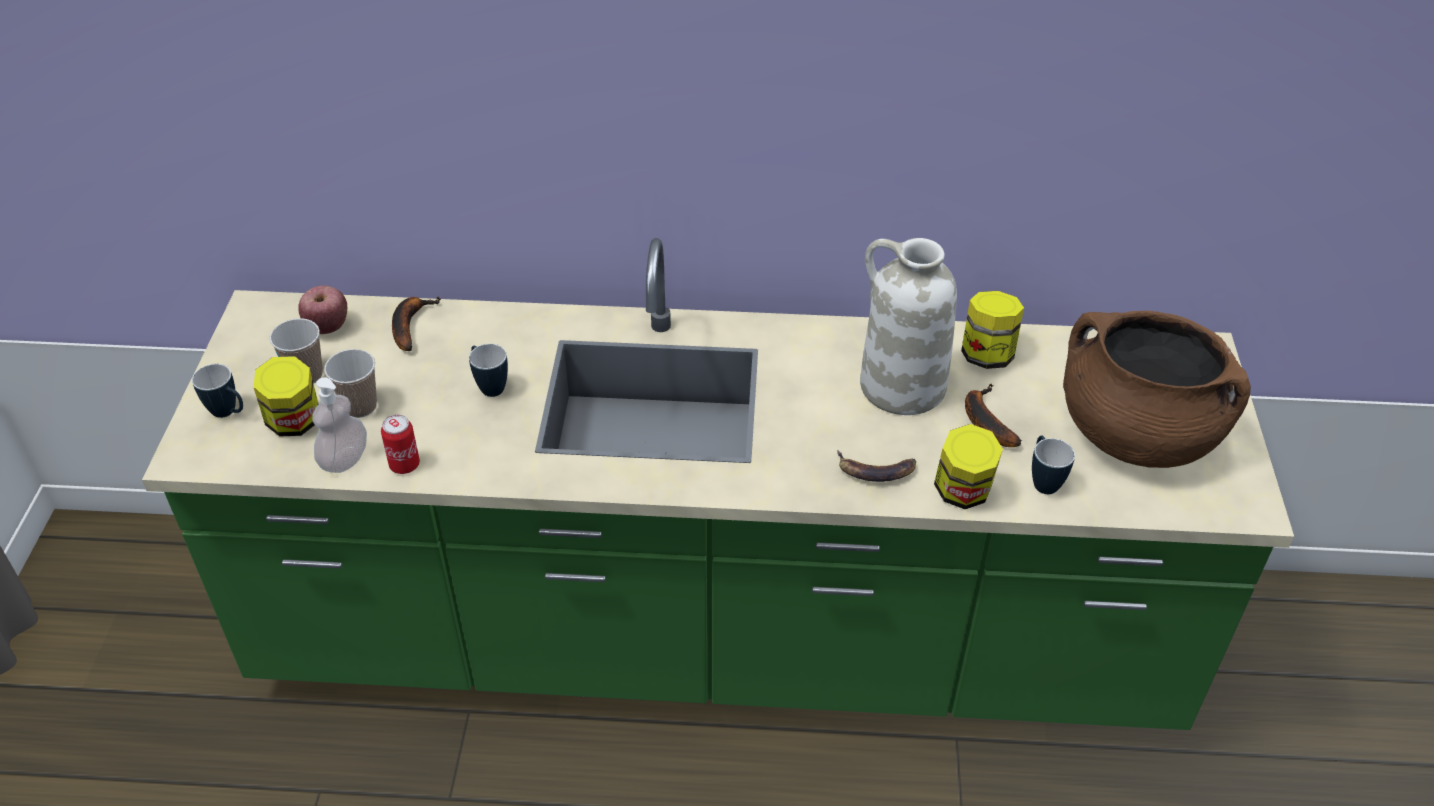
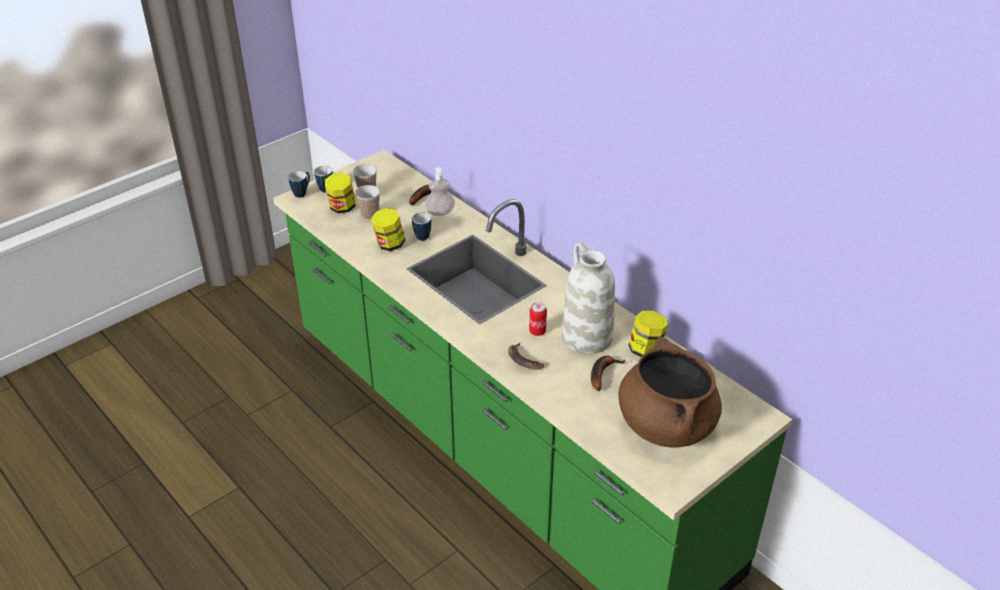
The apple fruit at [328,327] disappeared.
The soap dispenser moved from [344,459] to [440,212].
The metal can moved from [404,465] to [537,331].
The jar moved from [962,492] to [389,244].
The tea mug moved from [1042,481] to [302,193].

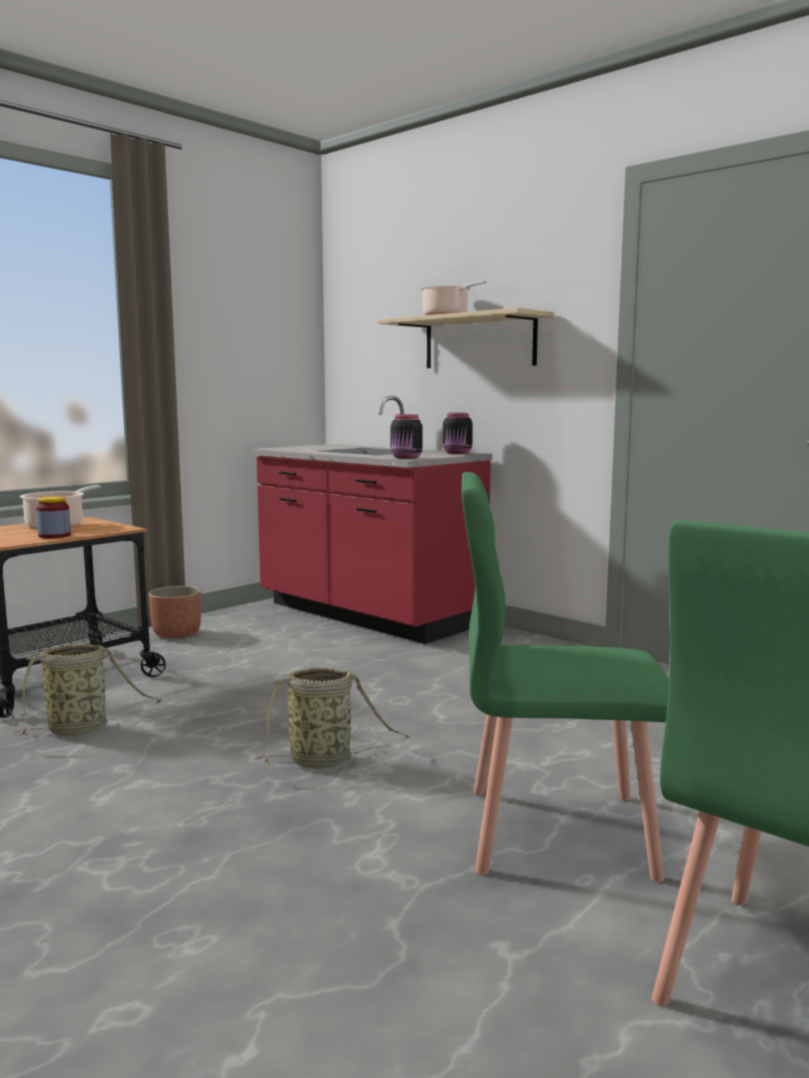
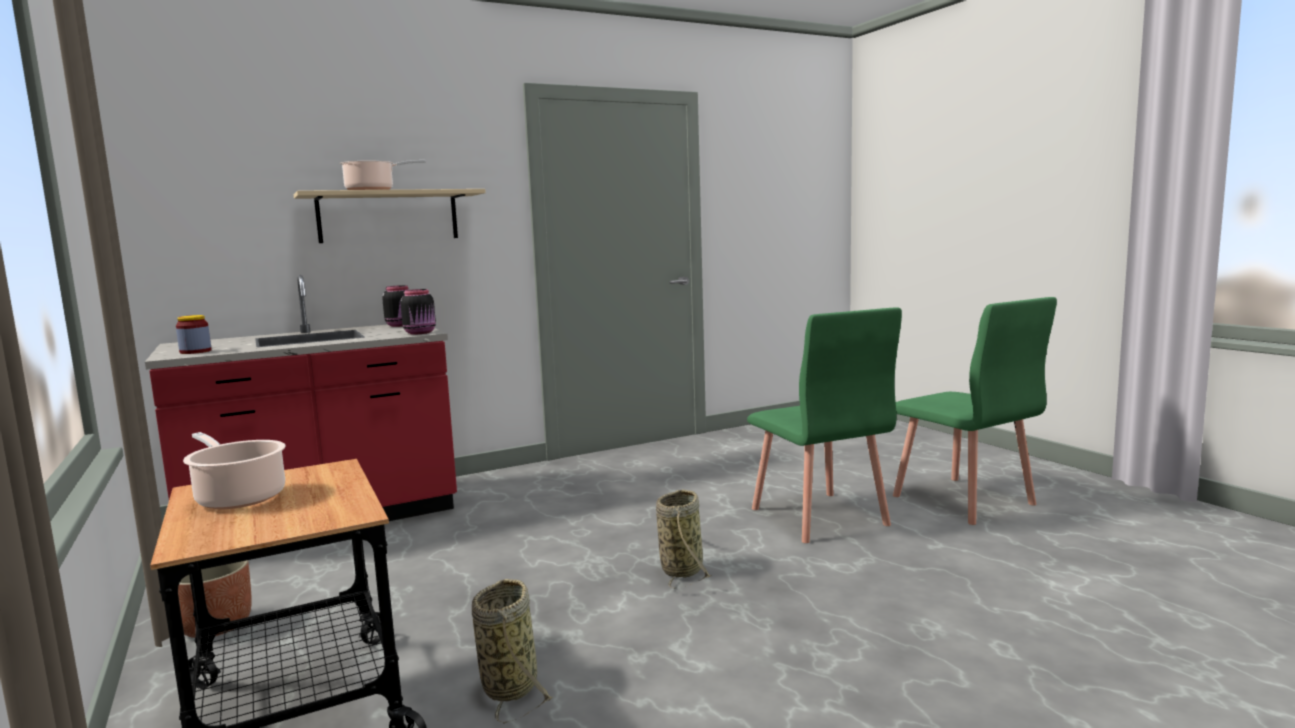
The jar moved from [54,536] to [195,351].
The plain chair (green) at [556,830] turned 45 degrees counterclockwise.

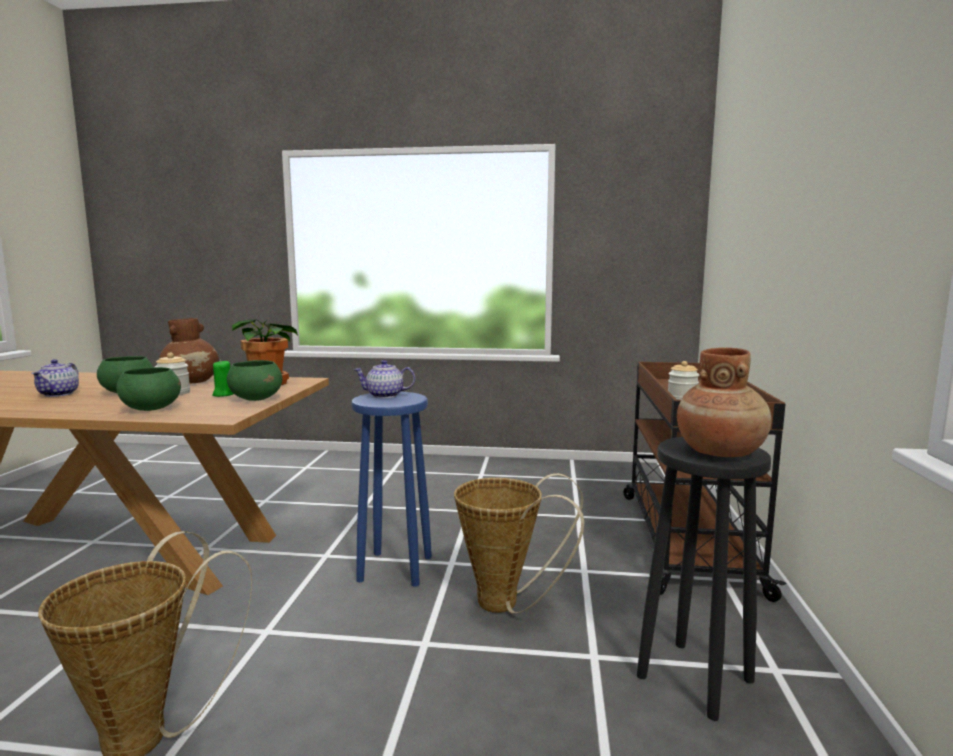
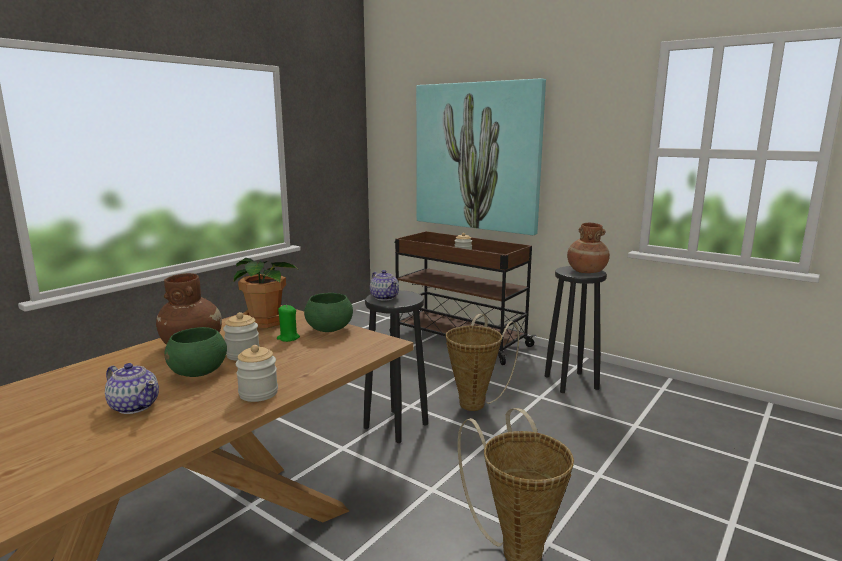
The serving bowl (green) at [151,409] disappeared.
The jar at [258,393] appeared.
The wall picture at [477,156] appeared.
The stool seat (blue) at [395,569] became the stool seat (black-coloured) at [396,426].
The tea pot at [385,395] turned 60 degrees counterclockwise.

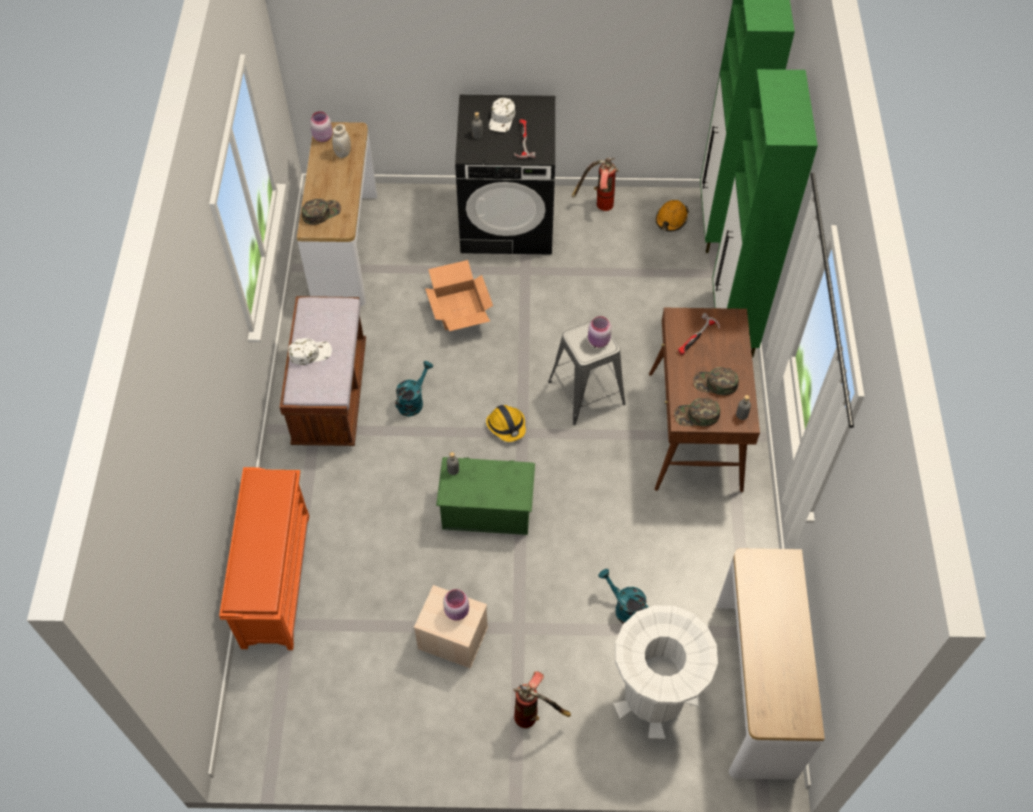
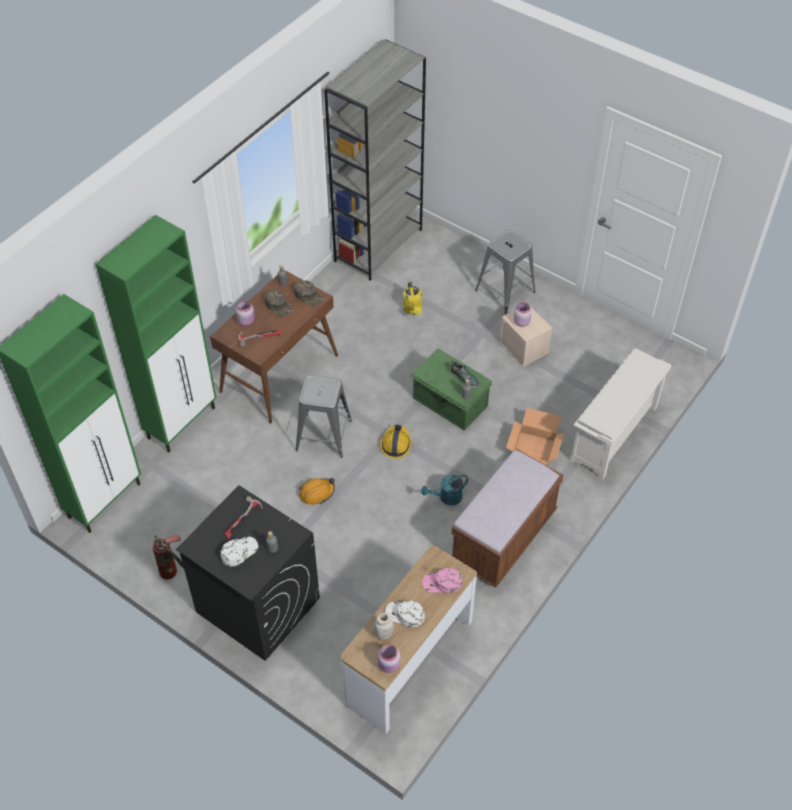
The trash can (white) at [654,696] disappeared.
The low shoe at [464,378] appeared.
The cap (white) moved from [310,353] to [404,615].
The packing box moved from [460,309] to [533,449].
The jar (pinkish) moved from [598,341] to [246,321].
The hard hat (orange-coloured) moved from [671,219] to [317,493].
The fire-fighting cylinder at [535,715] was replaced by the stool seat (greyish) at [505,291].
The console table at [755,687] was replaced by the shelving unit (greyish) at [378,245].
The shoe stand (orange-coloured) at [275,578] became the shoe stand (white) at [614,435].
The cap (green) at [321,212] became the cap (pinkish) at [442,583].
The sprinkling can (blue-green) at [624,608] became the sprinkling can (yellow) at [413,310].

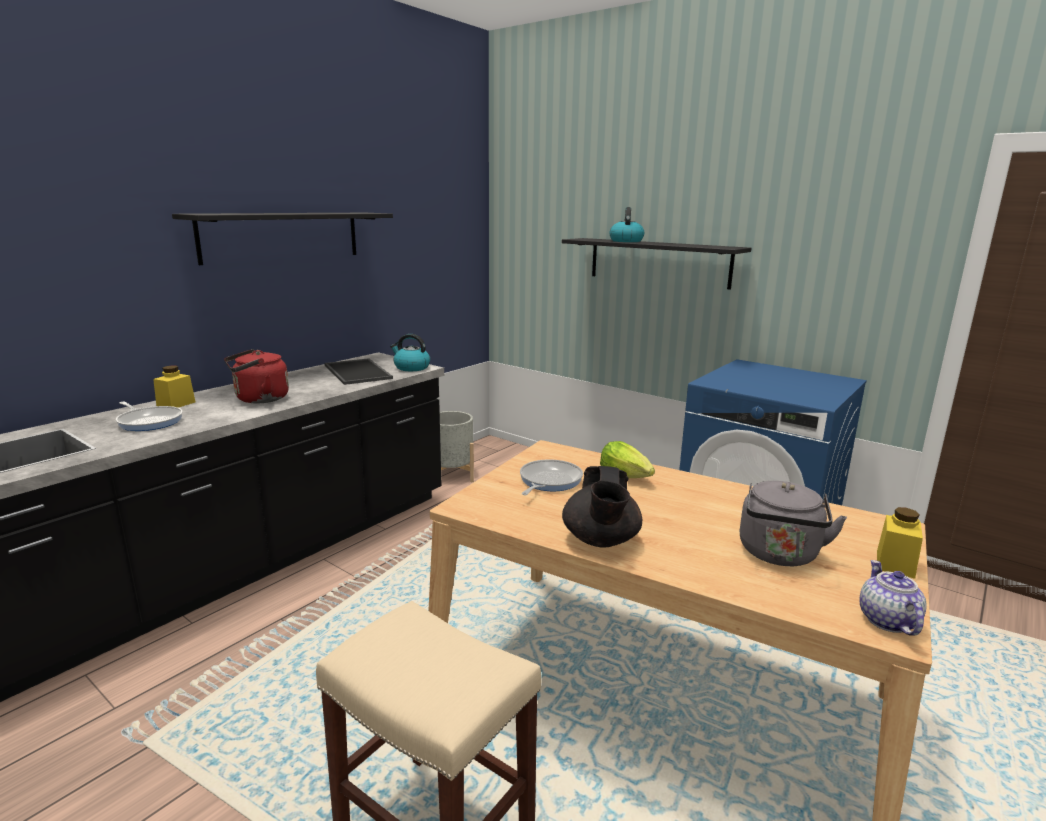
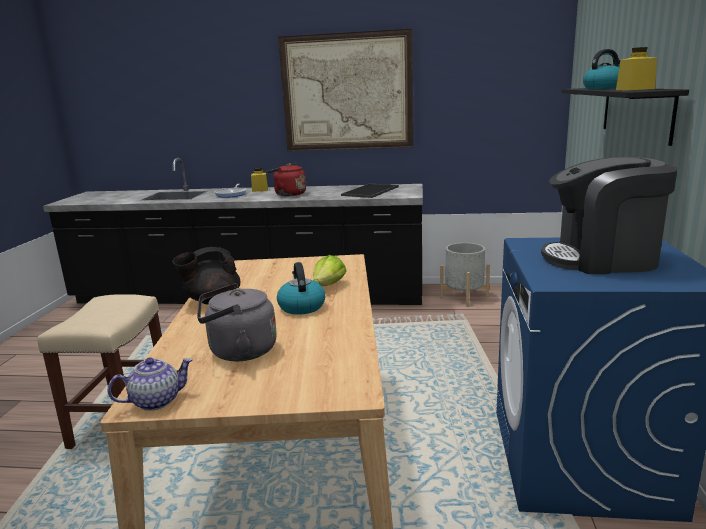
The frying pan at [548,481] disappeared.
The coffee maker at [602,259] appeared.
The tea kettle moved from [411,367] to [301,306].
The jar (yellow) moved from [895,564] to [635,89].
The wall shelf (black-coloured) at [282,236] was replaced by the wall picture at [347,92].

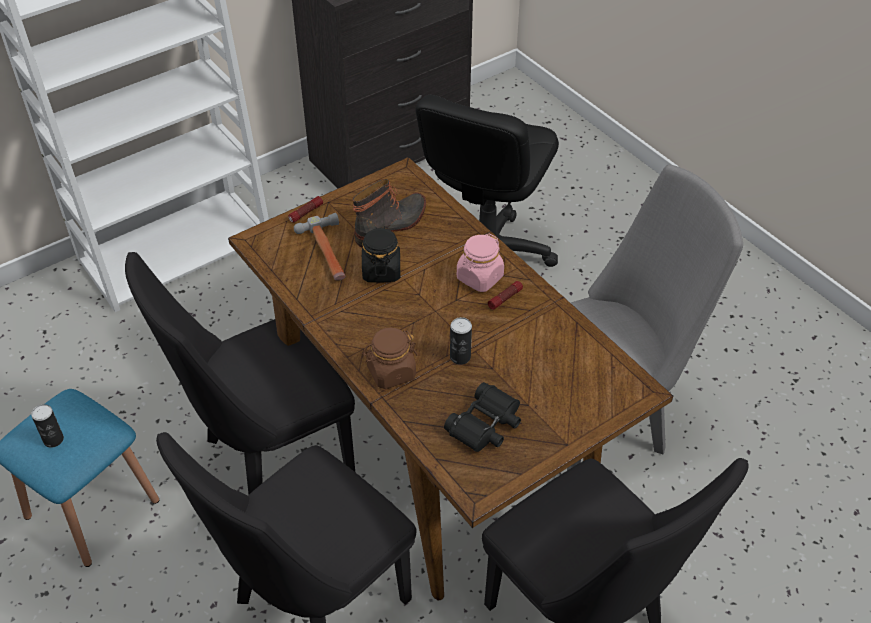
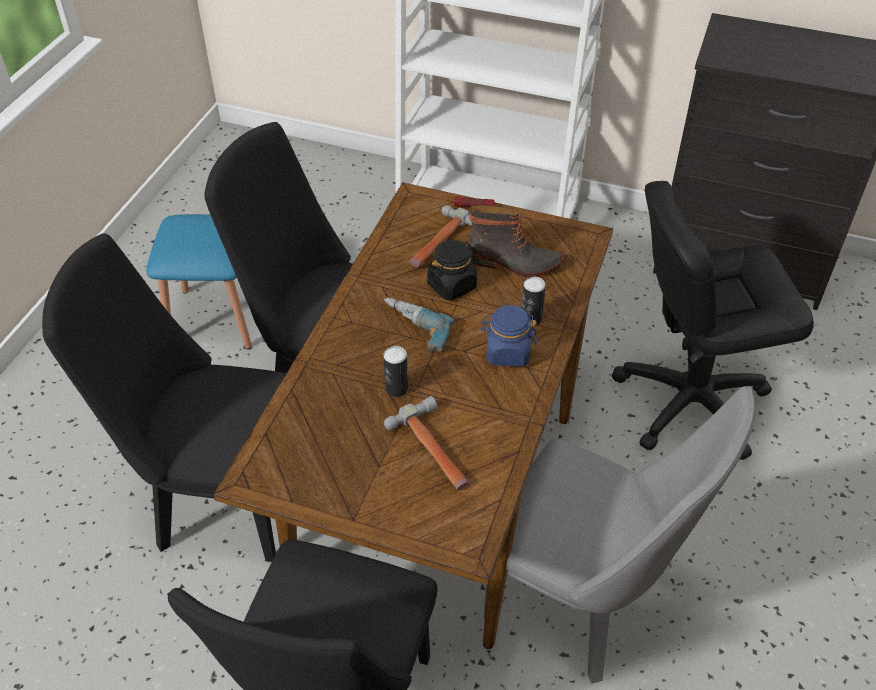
The jar (brownish) at [391,372] disappeared.
The binoculars (black-coloured) at [485,425] disappeared.
The flashlight at [505,298] disappeared.
The electric drill at [412,331] appeared.
The hammer at [434,451] appeared.
The metal can moved from [53,439] to [531,319].
The jar (pinkish) at [479,278] became the jar (blue) at [507,352].

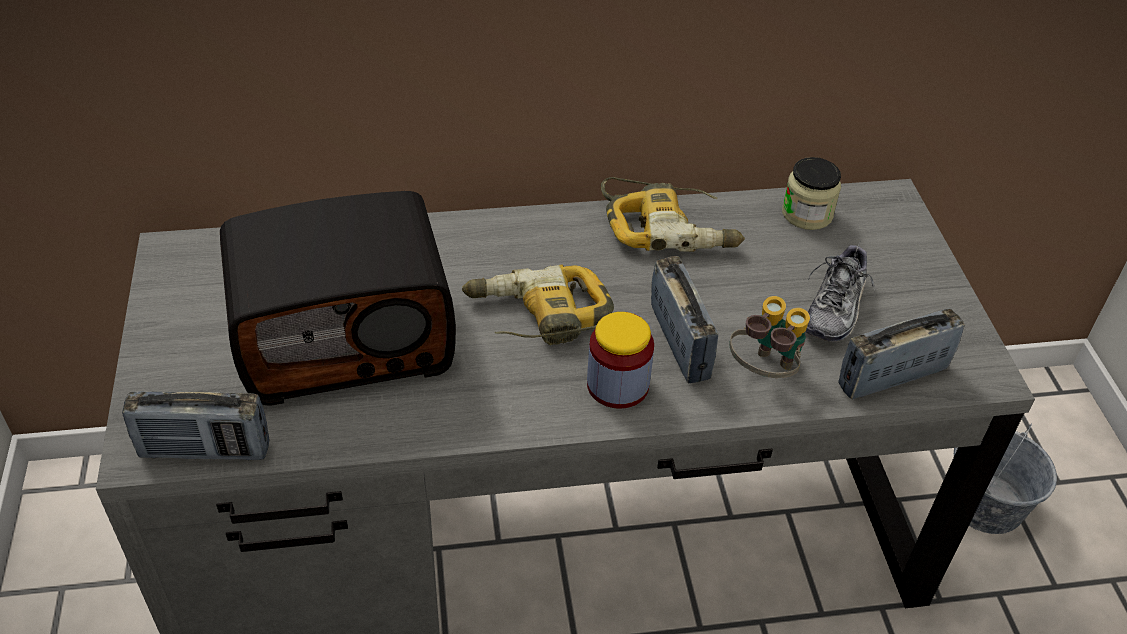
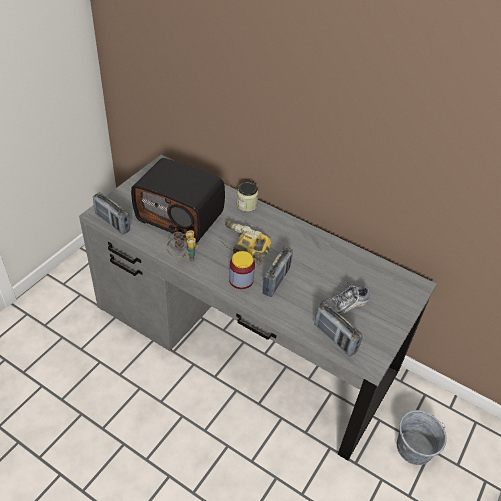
The electric drill at [669,227] disappeared.
The binoculars moved from [764,372] to [183,257].
The jar moved from [807,214] to [246,205].
The radio at [892,377] turned 150 degrees counterclockwise.

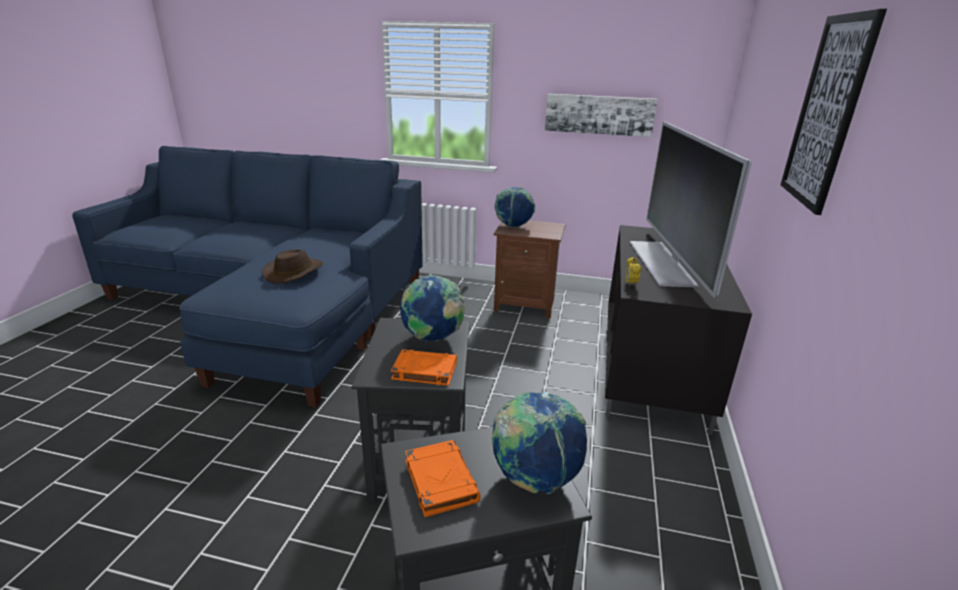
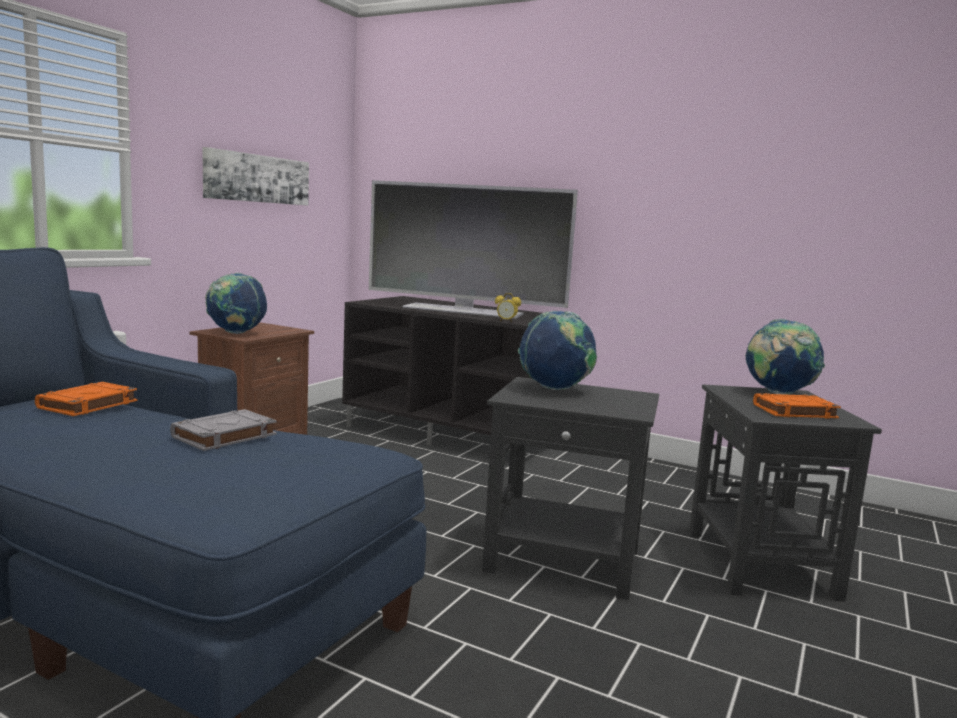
The wall picture at [827,112] disappeared.
The bound book (orange-coloured) moved from [424,371] to [87,405].
The hat (brownish) at [294,272] was replaced by the bound book (greyish) at [224,436].

